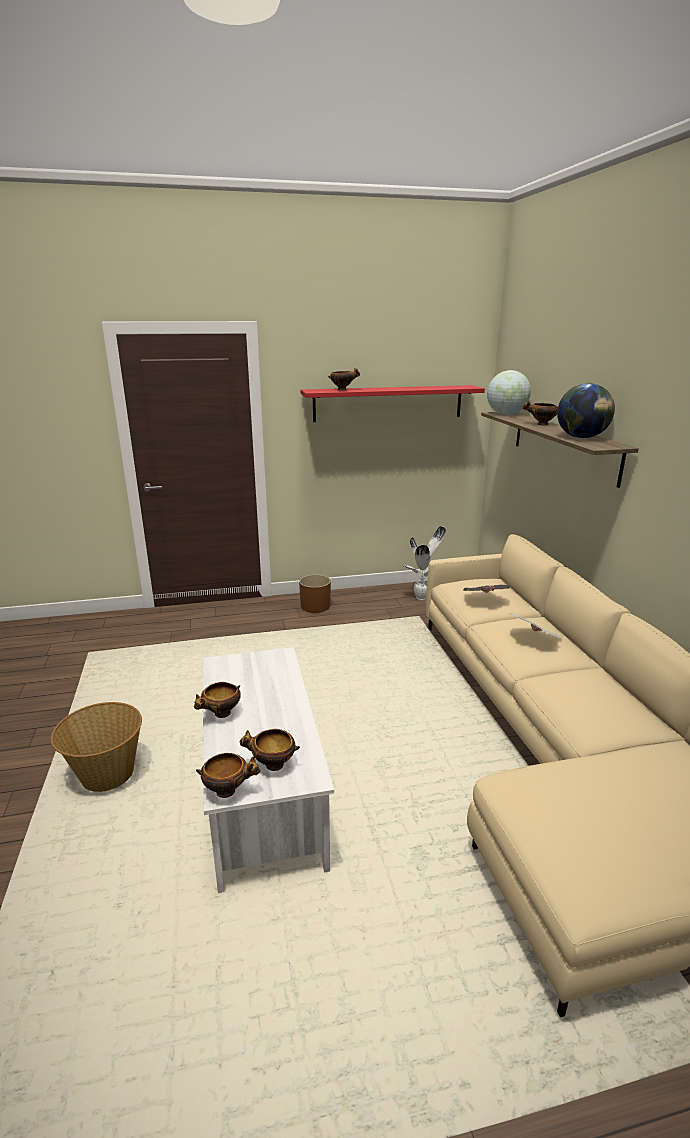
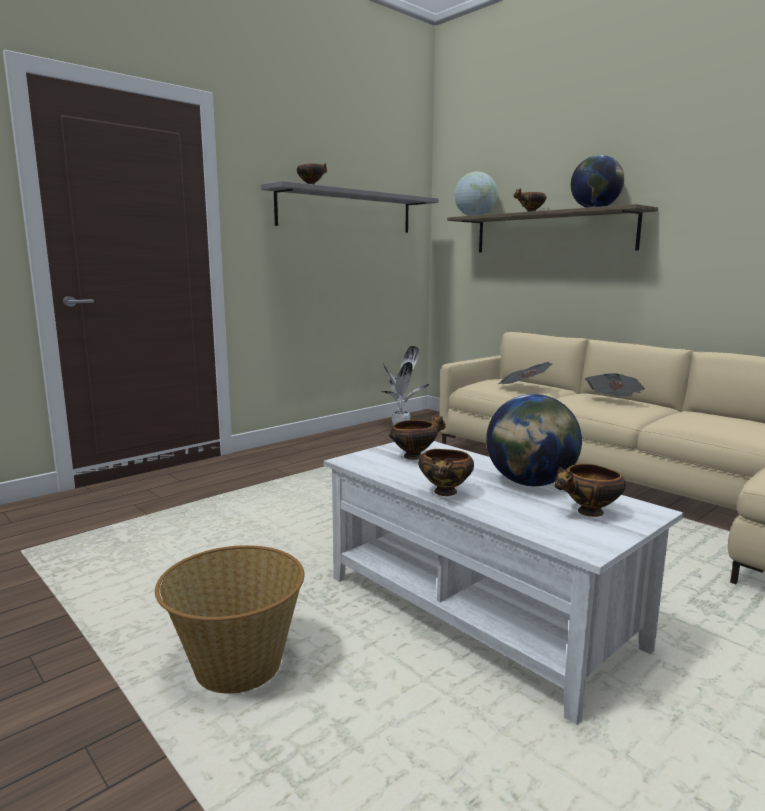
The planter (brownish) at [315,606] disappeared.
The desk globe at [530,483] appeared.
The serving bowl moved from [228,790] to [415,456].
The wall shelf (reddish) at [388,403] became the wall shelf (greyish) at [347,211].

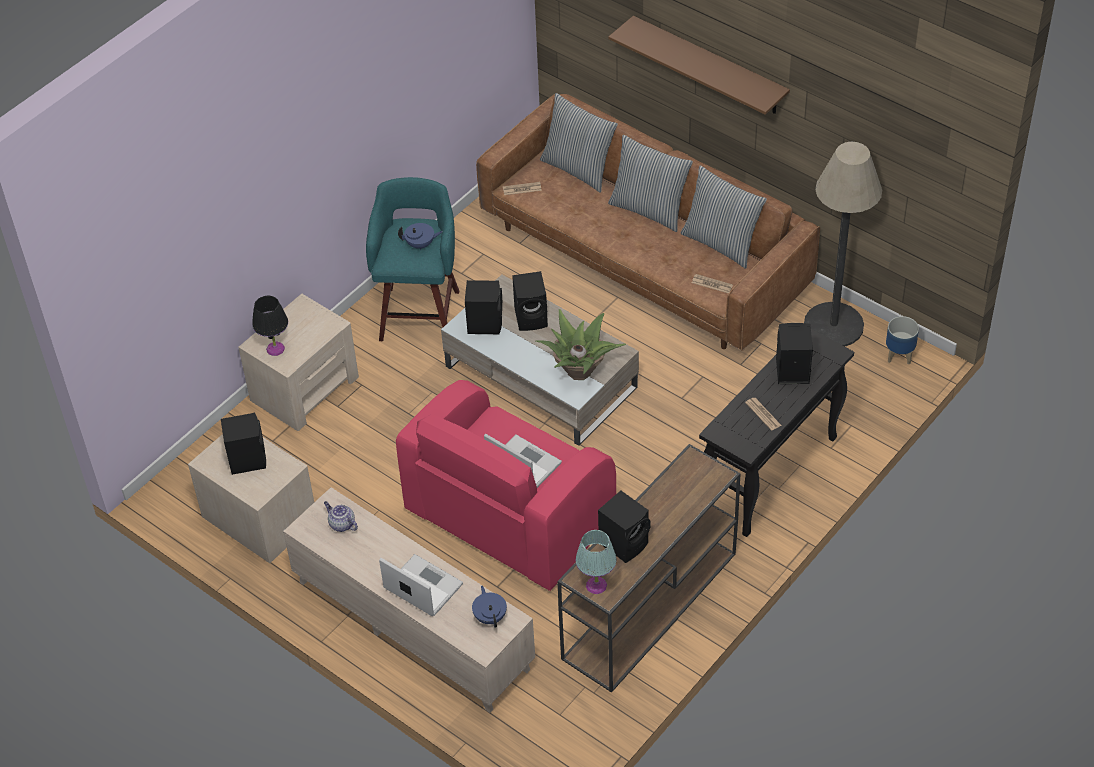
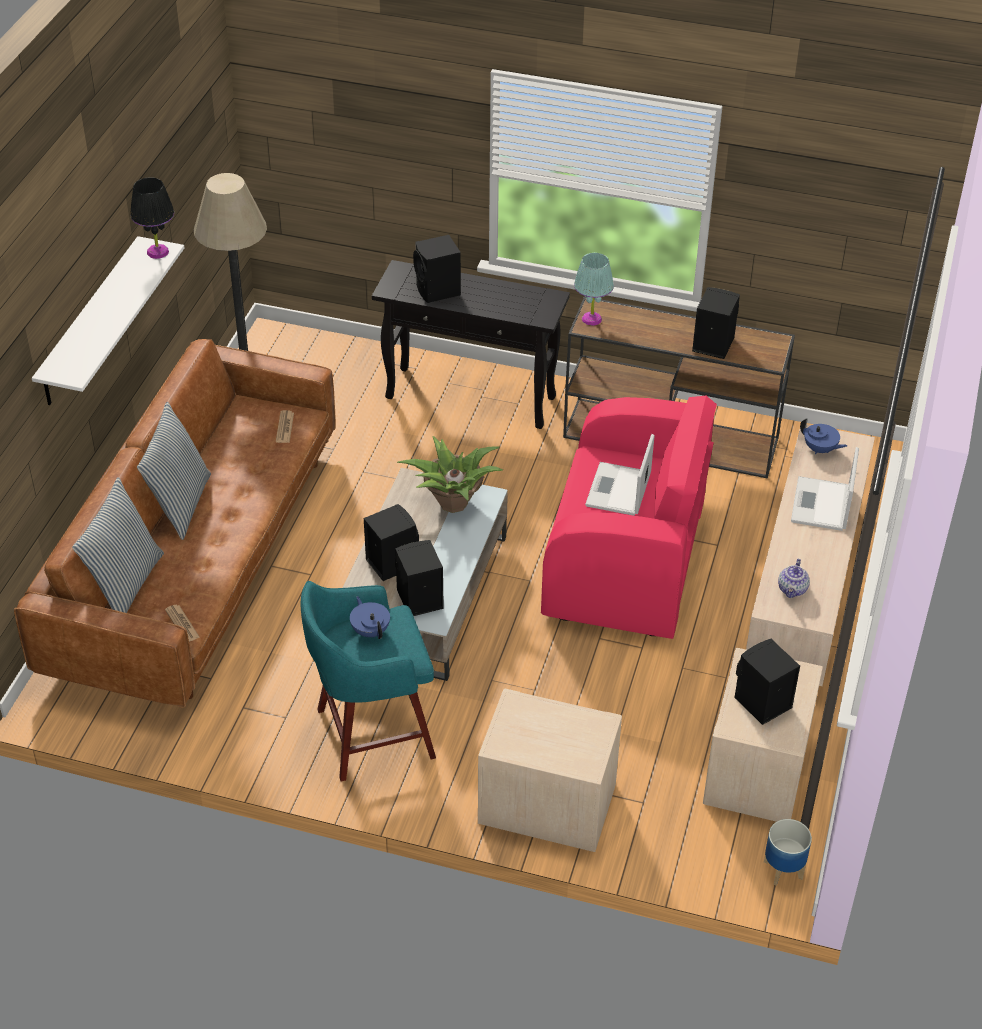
The cushion at [721,243] disappeared.
The daily paper at [763,414] disappeared.
The table lamp (black-coloured) moved from [275,349] to [158,252].
The table lamp (blue-green) moved from [596,585] to [592,319].
The planter moved from [899,355] to [783,869].
The wall shelf (brownish) at [709,66] became the wall shelf (white) at [90,323].
The tea pot (blue) at [490,616] turned 105 degrees counterclockwise.

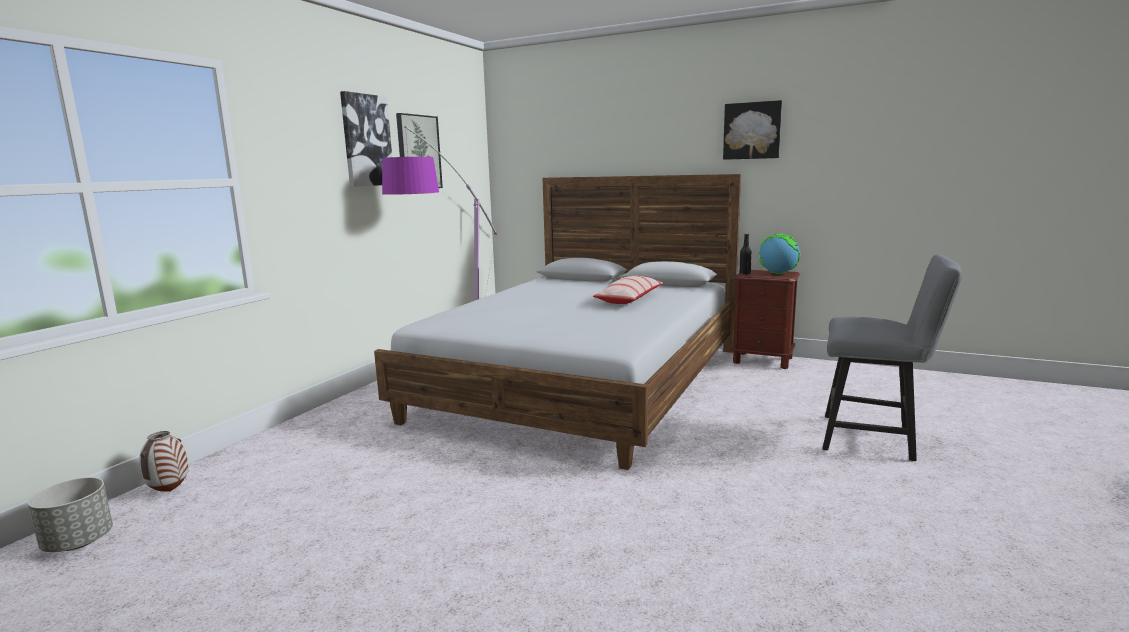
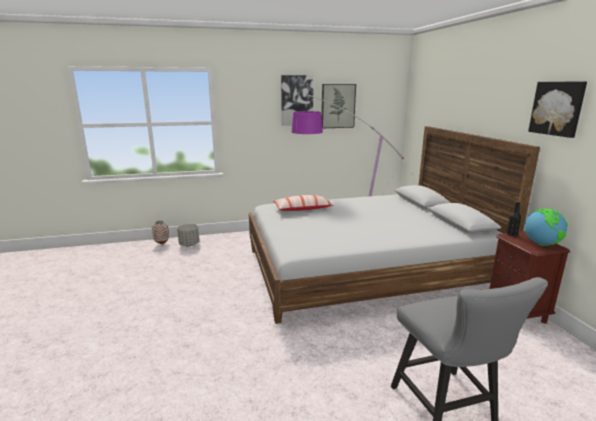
The planter (greyish) moved from [78,543] to [189,244].
The cushion moved from [629,299] to [302,209].

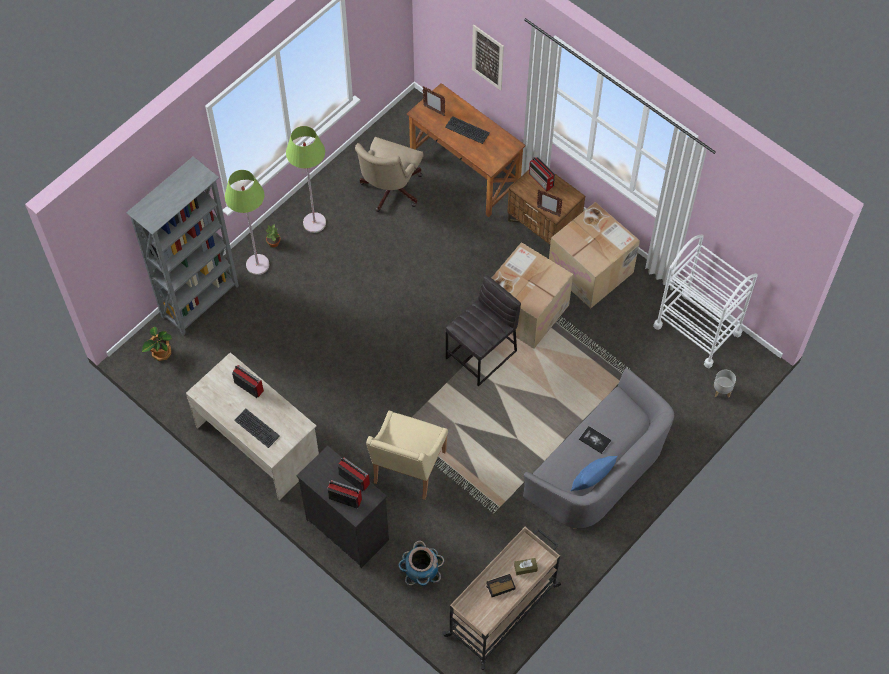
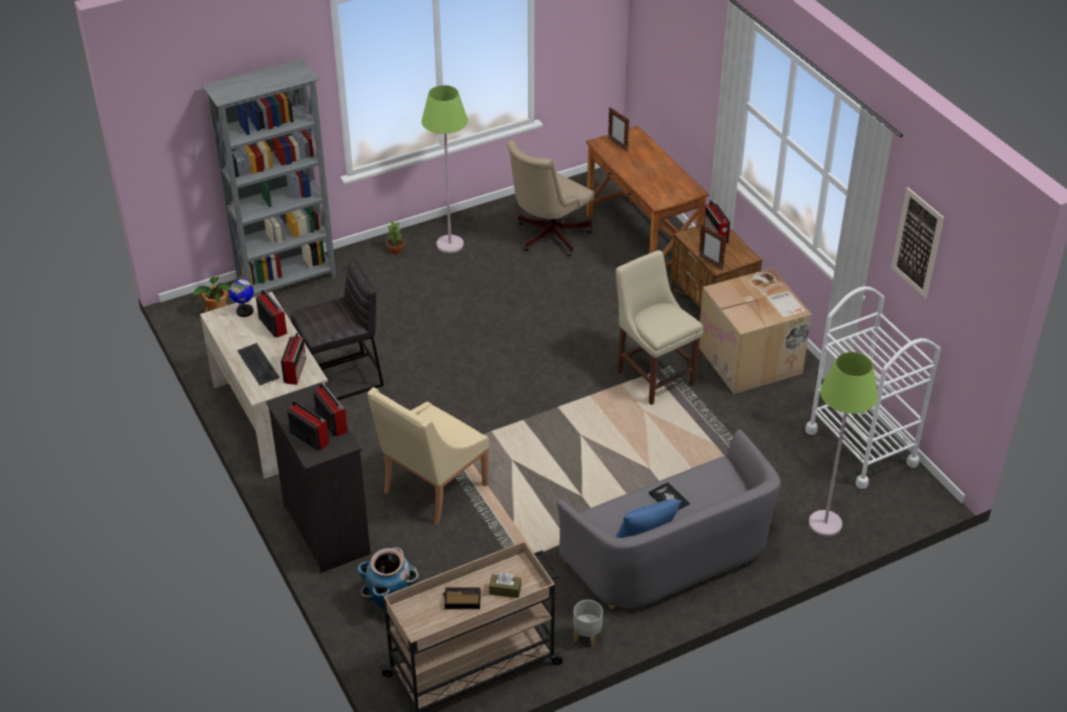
The keyboard at [467,130] disappeared.
The desk globe at [244,311] appeared.
The radio at [295,370] appeared.
The standard lamp (green) moved from [257,264] to [825,523].
The stool seat (greyish) moved from [482,354] to [341,379].
The wall picture moved from [487,57] to [917,243].
The planter (greyish) moved from [721,391] to [587,637].
The packing box at [526,309] was replaced by the plain chair (sand-coloured) at [653,376].

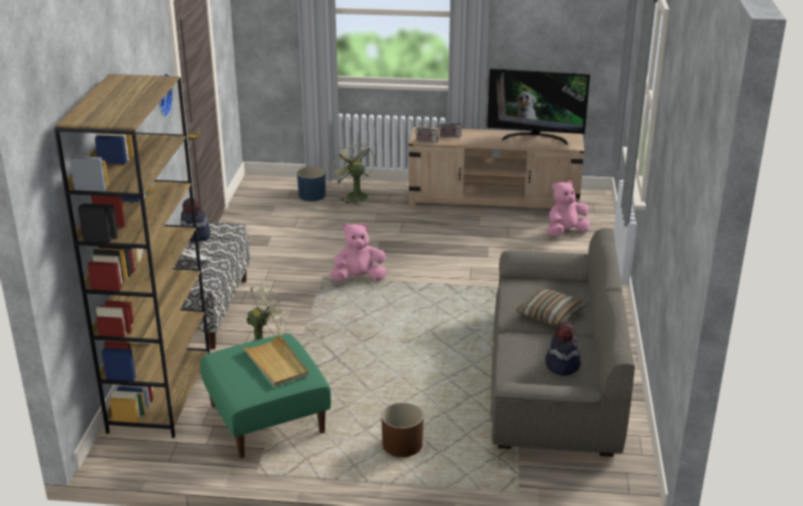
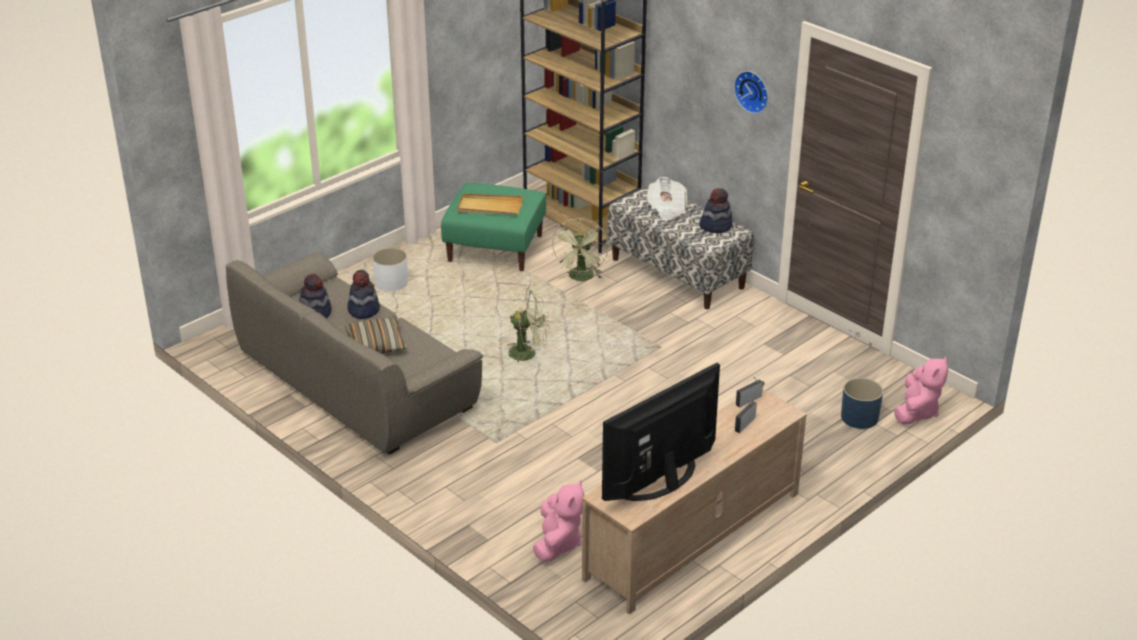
The hat at [363,310] appeared.
The electric fan (green) moved from [354,195] to [528,354].
The soft toy (pinkish) moved from [358,279] to [916,412].
The planter (brownish) at [402,445] became the planter (white) at [391,282].

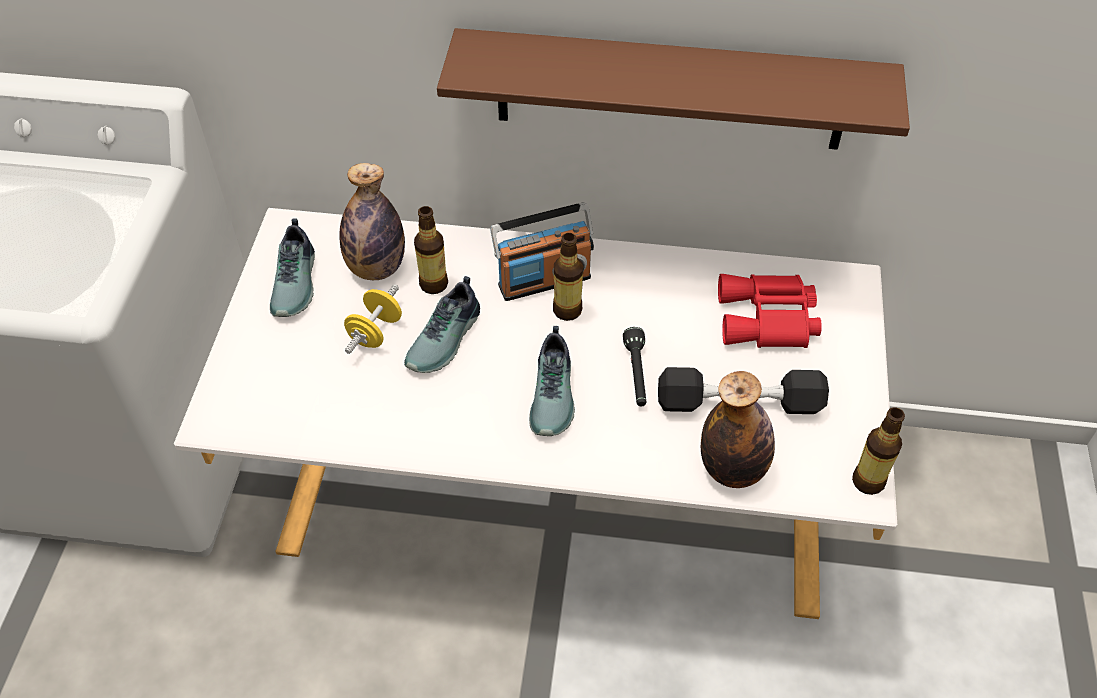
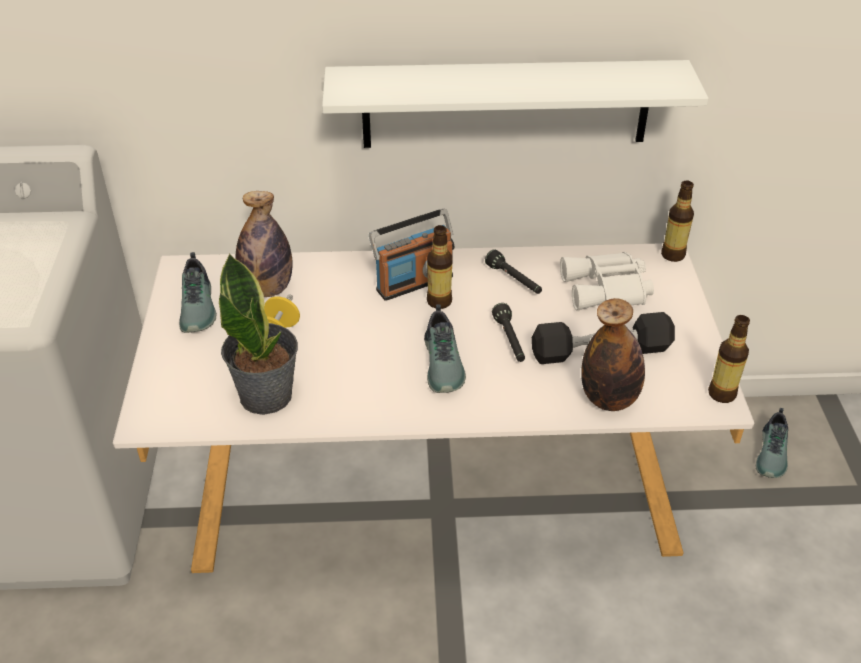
The plant in a pot at [267,395] appeared.
The flashlight (black-coloured) at [514,280] appeared.
The low shoe moved from [446,339] to [773,454].
The drink bottle moved from [434,284] to [673,255].
The wall shelf (brownish) at [670,90] became the wall shelf (white) at [506,104].
The binoculars (reddish) at [768,320] became the binoculars (white) at [607,290].

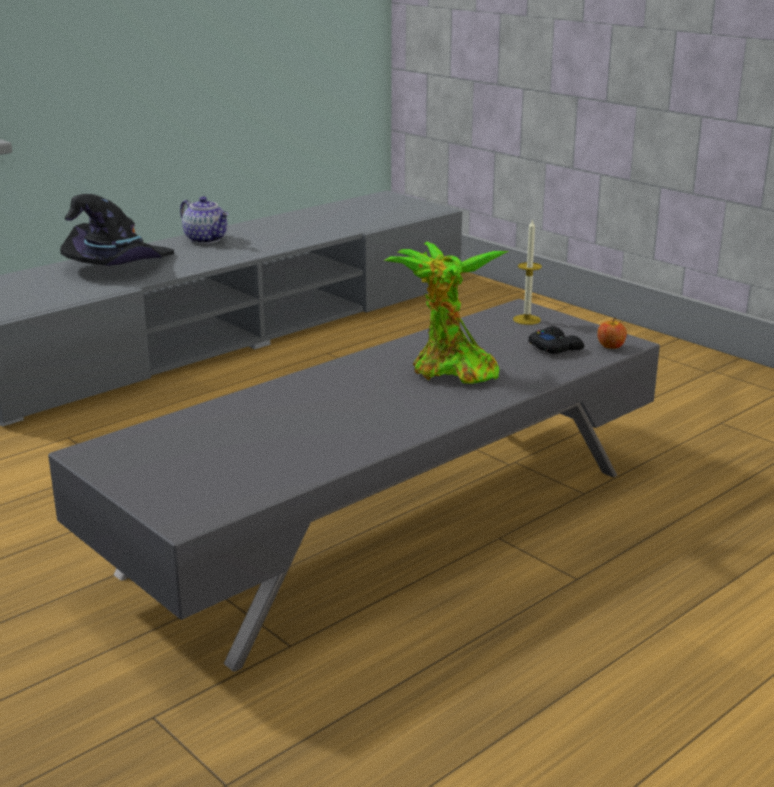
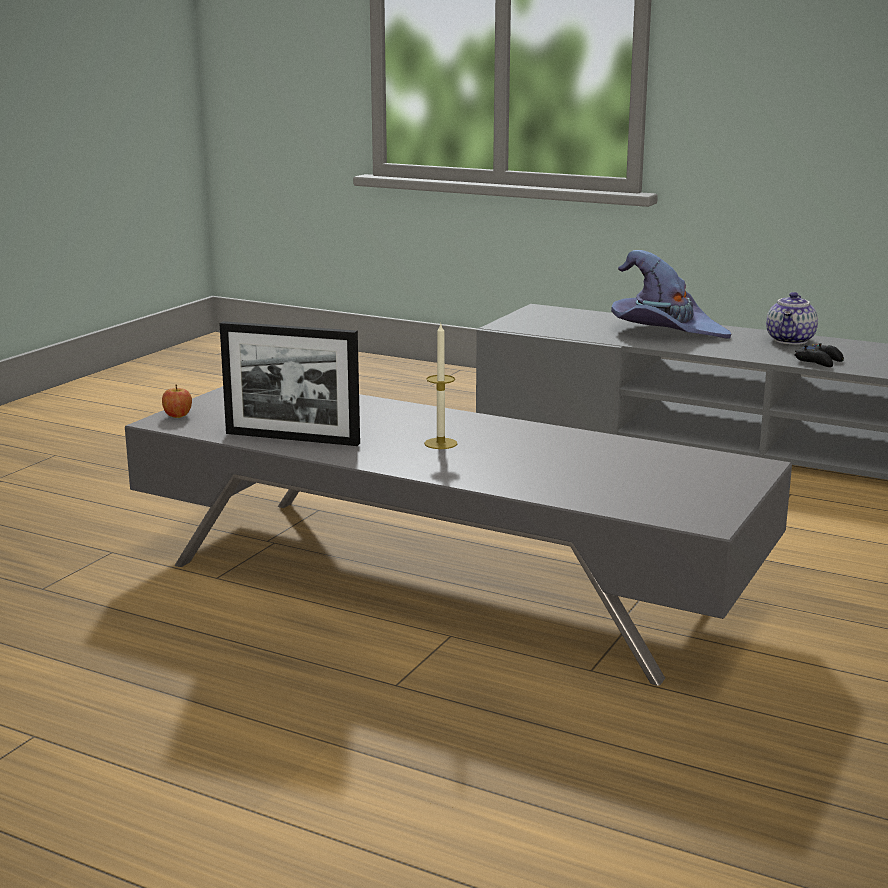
The plant in a pot at [449,372] disappeared.
The standing frame at [292,438] appeared.
The wax candle moved from [526,320] to [440,443].
The joypad (black-coloured) moved from [555,347] to [819,361].
The apple fruit moved from [610,346] to [178,415].
The hat (black-coloured) at [117,266] became the hat (purple-coloured) at [664,331].

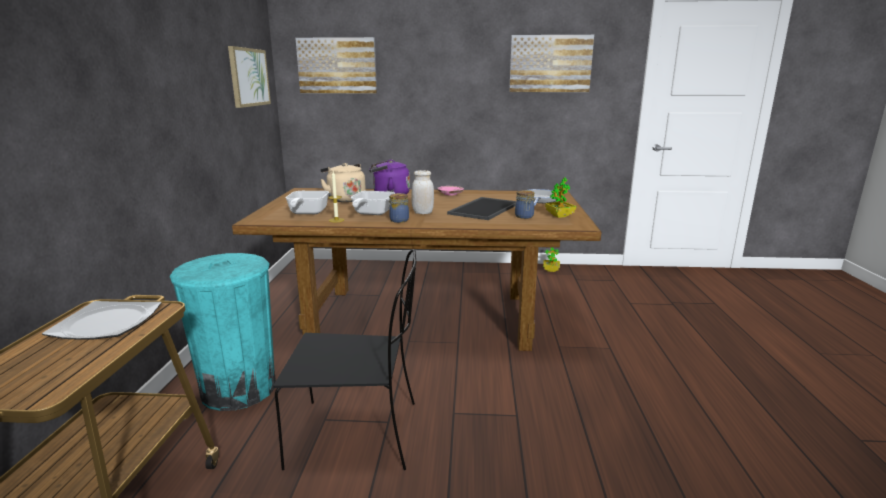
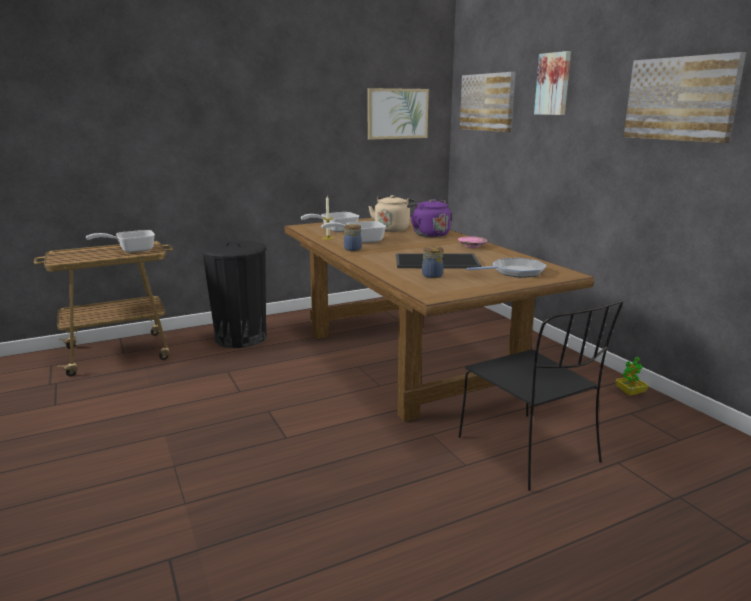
The jar (white) at [422,213] disappeared.
The plant in a pot at [559,216] disappeared.
The wall picture at [553,84] appeared.
The plain chair (black-coloured) moved from [358,434] to [530,451].
The plate at [105,323] was replaced by the frying pan at [131,250].
The trash can (blue-green) at [239,389] became the trash can (black-coloured) at [241,338].

